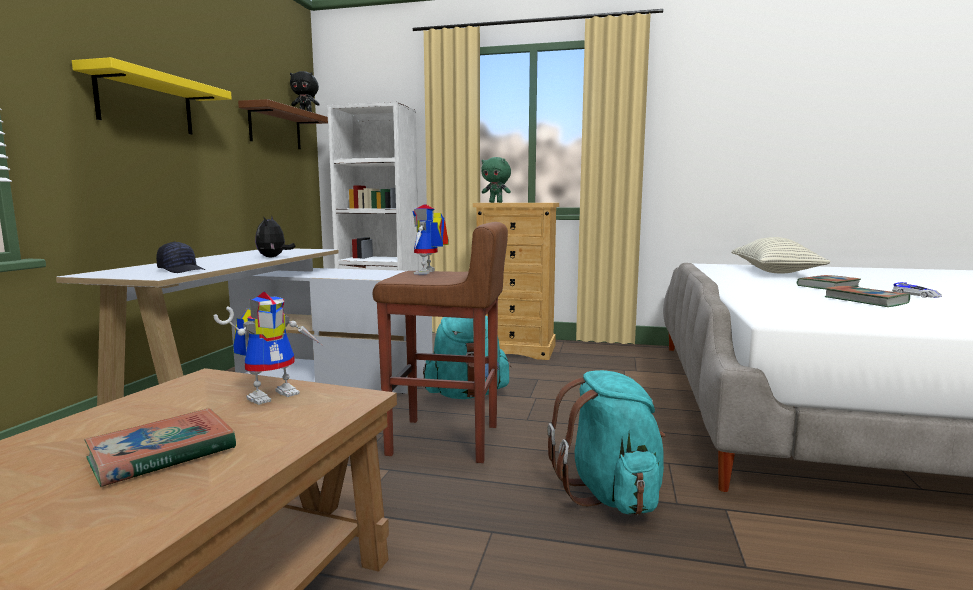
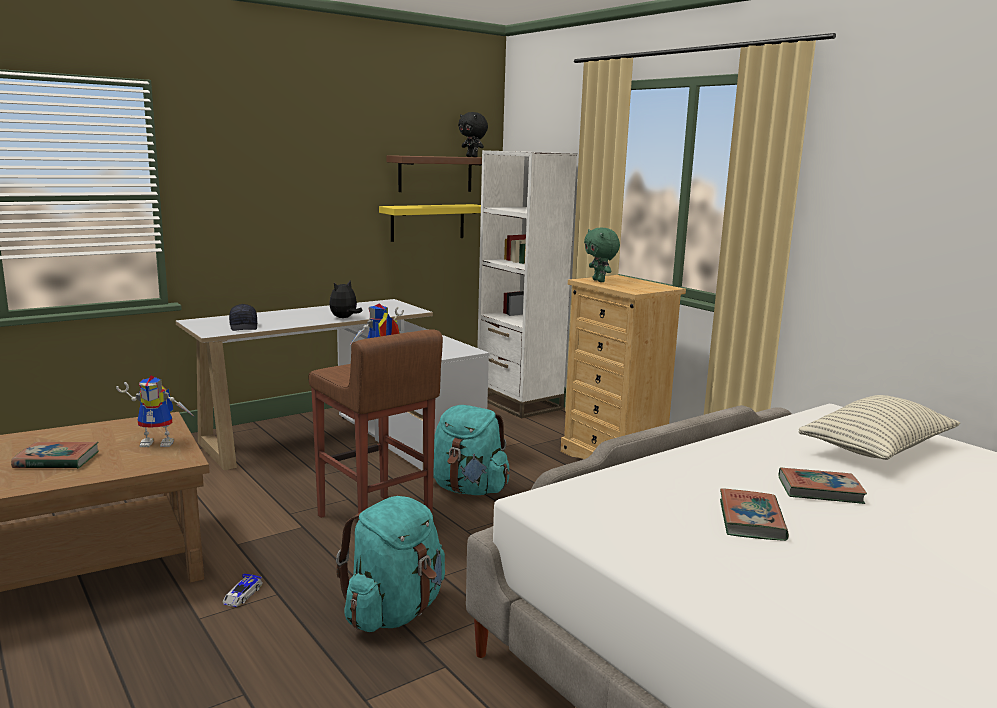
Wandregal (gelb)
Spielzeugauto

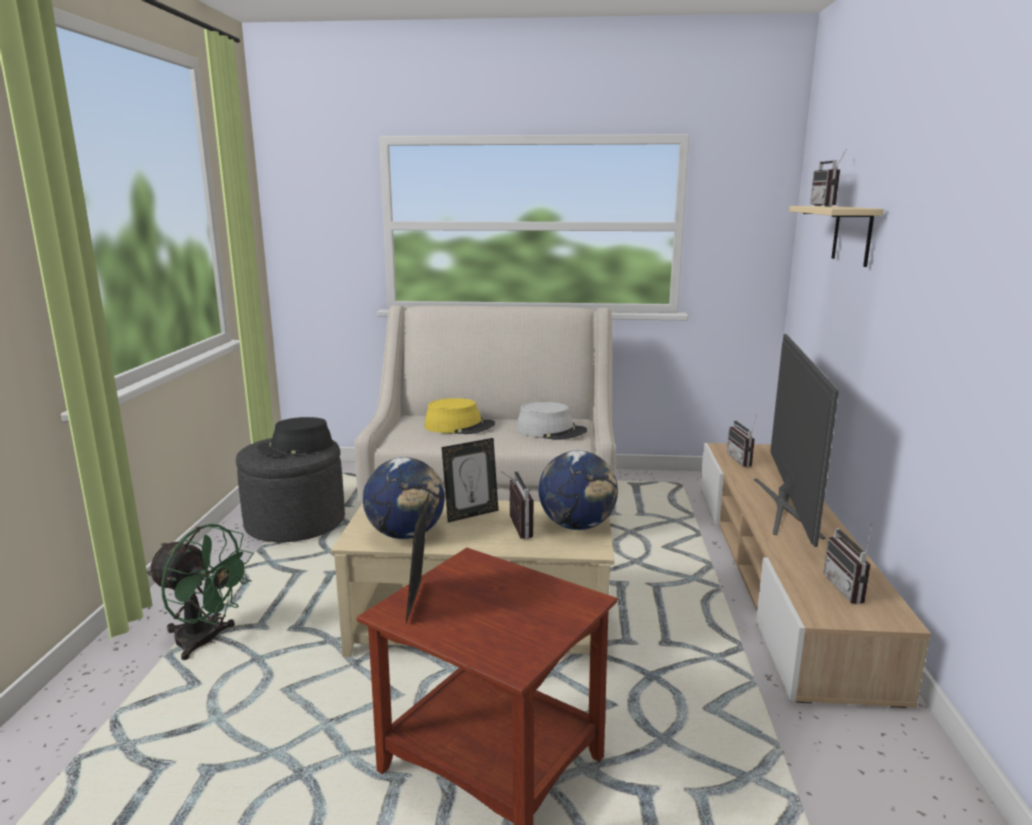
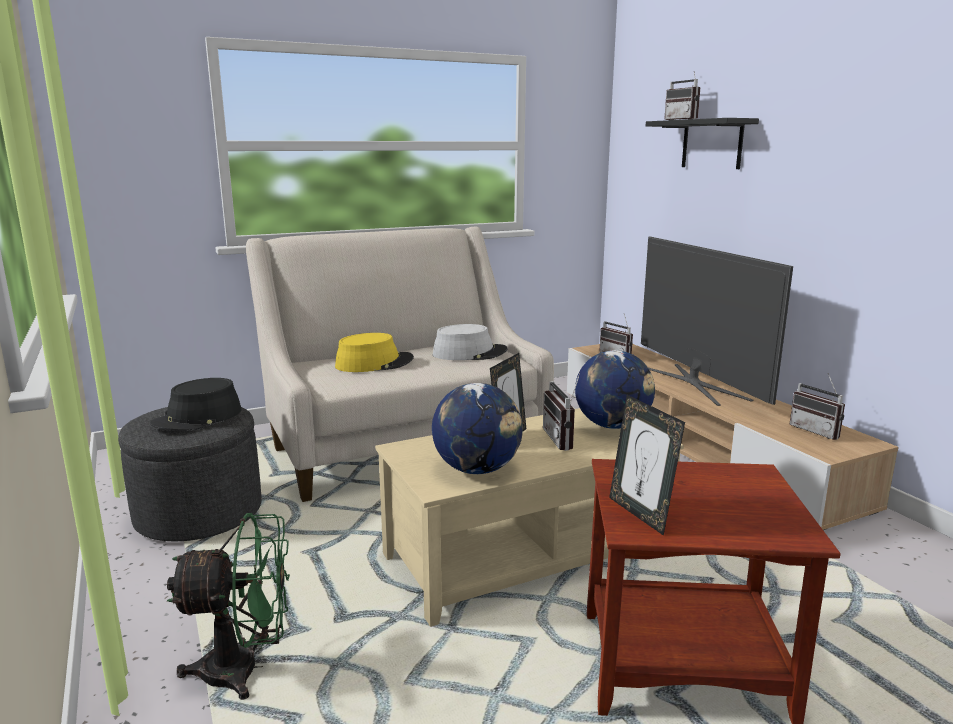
Wandregal (schwarz)
Radio (no. 1 from left)

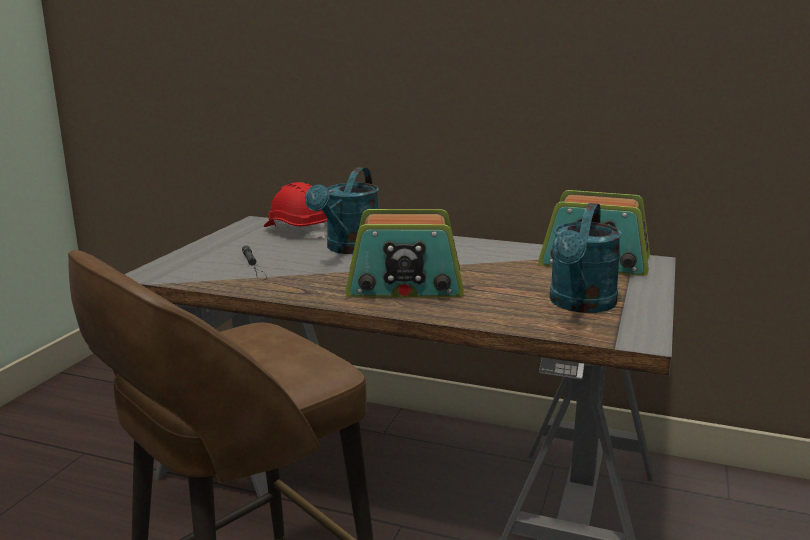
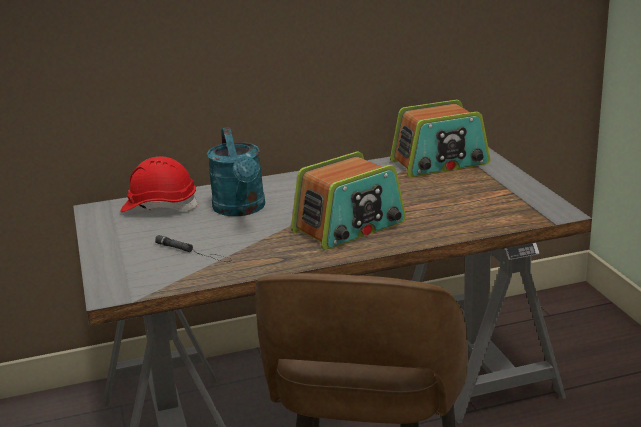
Gießkanne (türkis) (no. 2 from left in the first image)

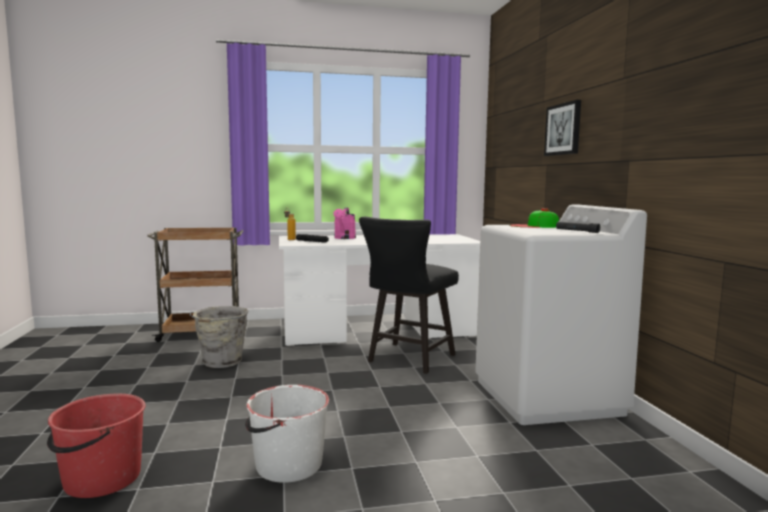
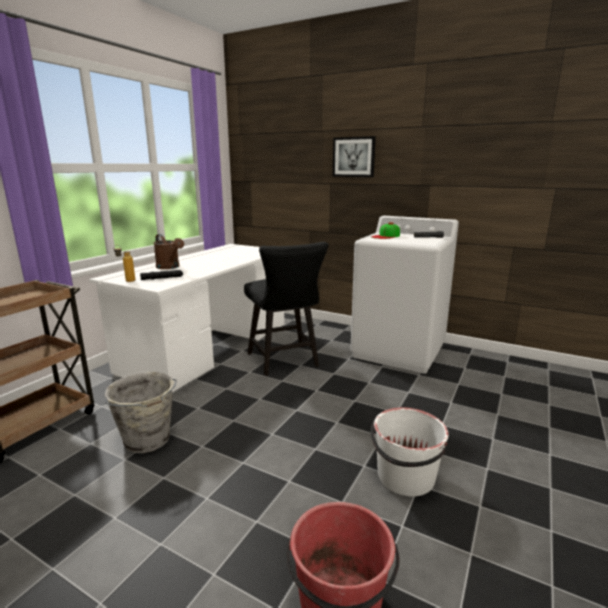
Gießkanne (braun)

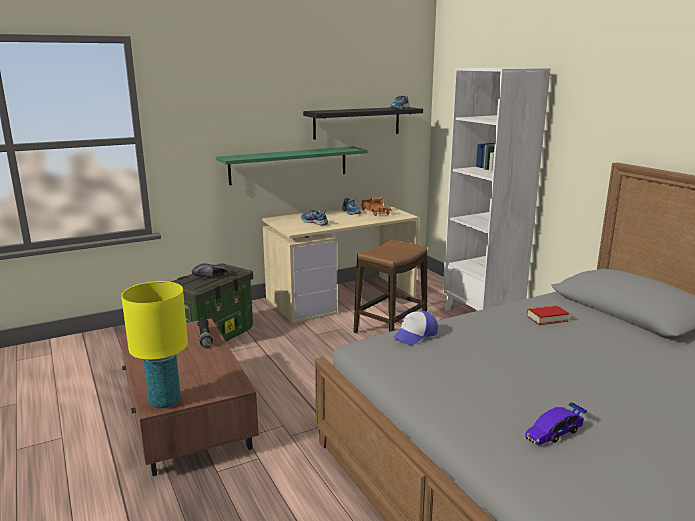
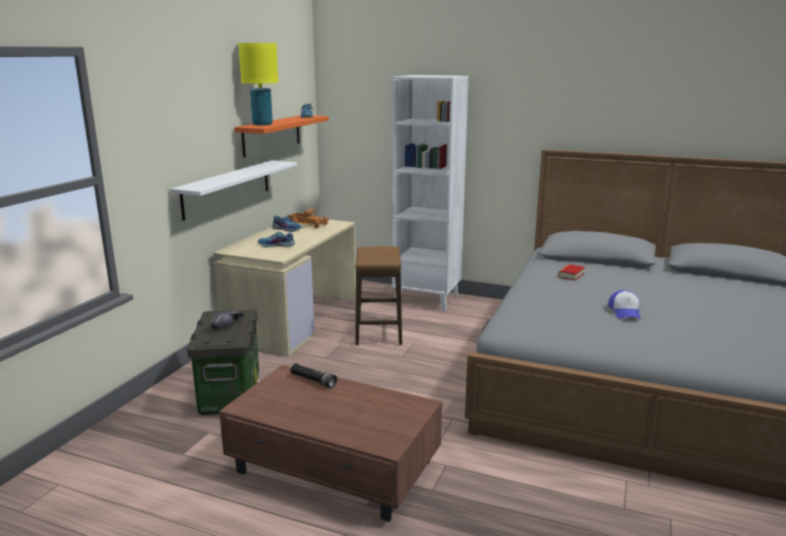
Spielzeugauto
Tischlampe (gelb)
Kappe
Wandregal (weiß)
Wandregal (orange)

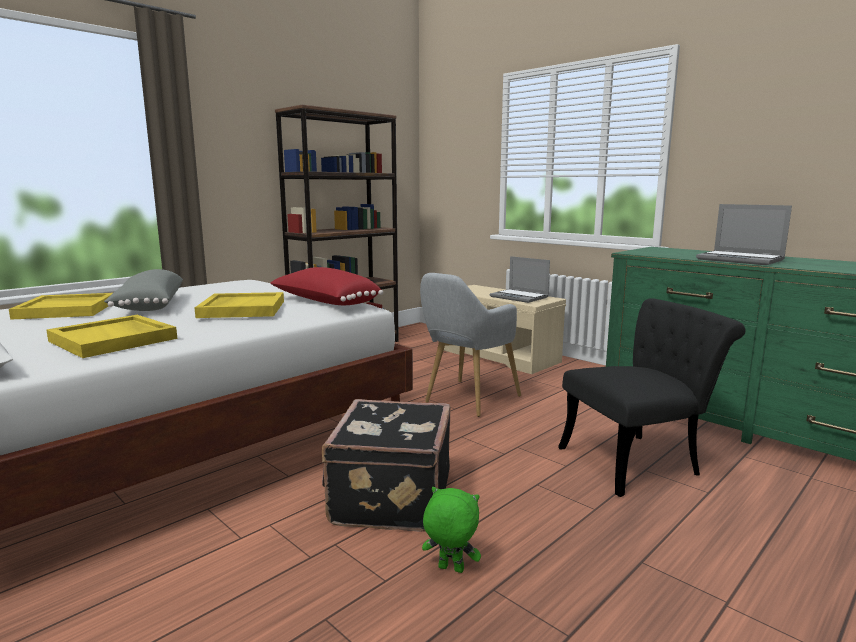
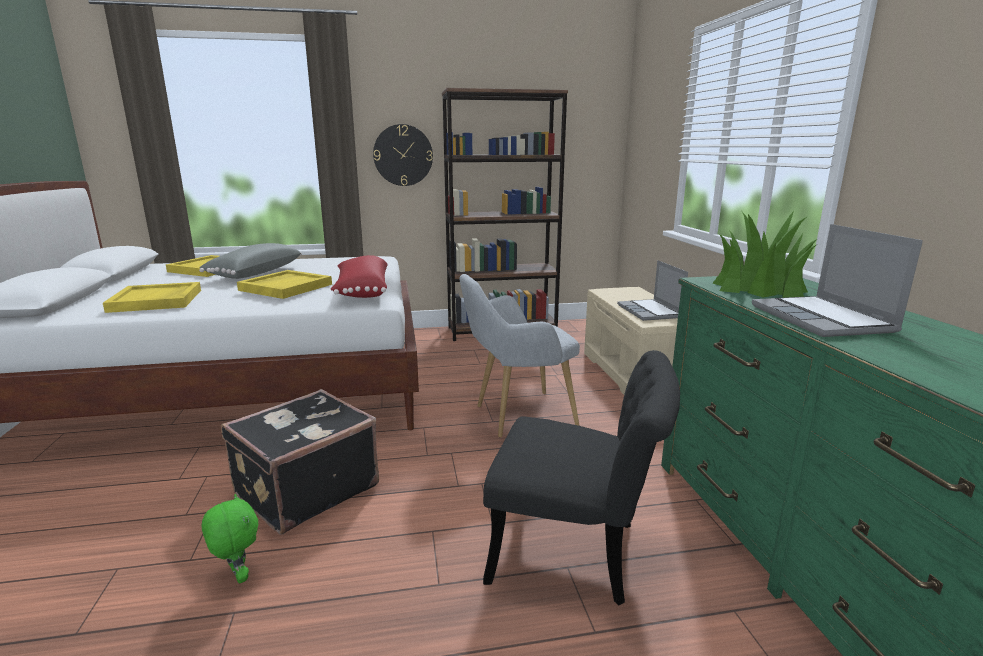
Wanduhr
Topfpflanze

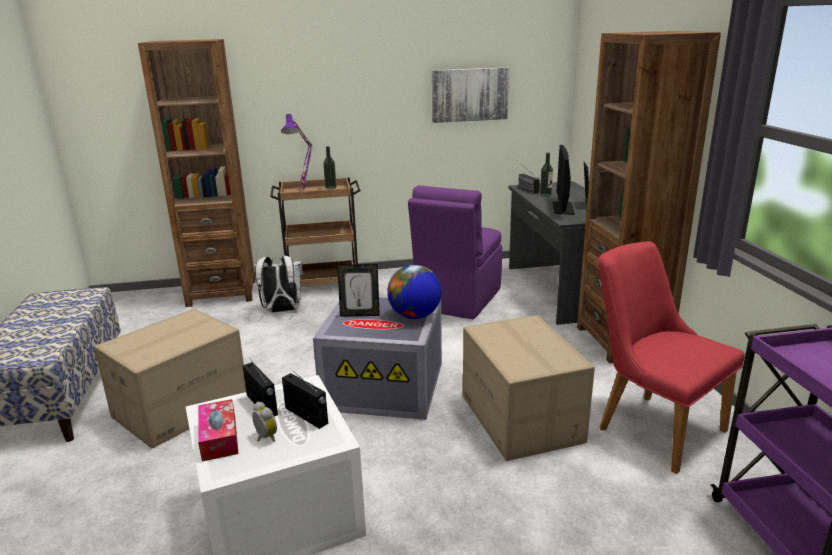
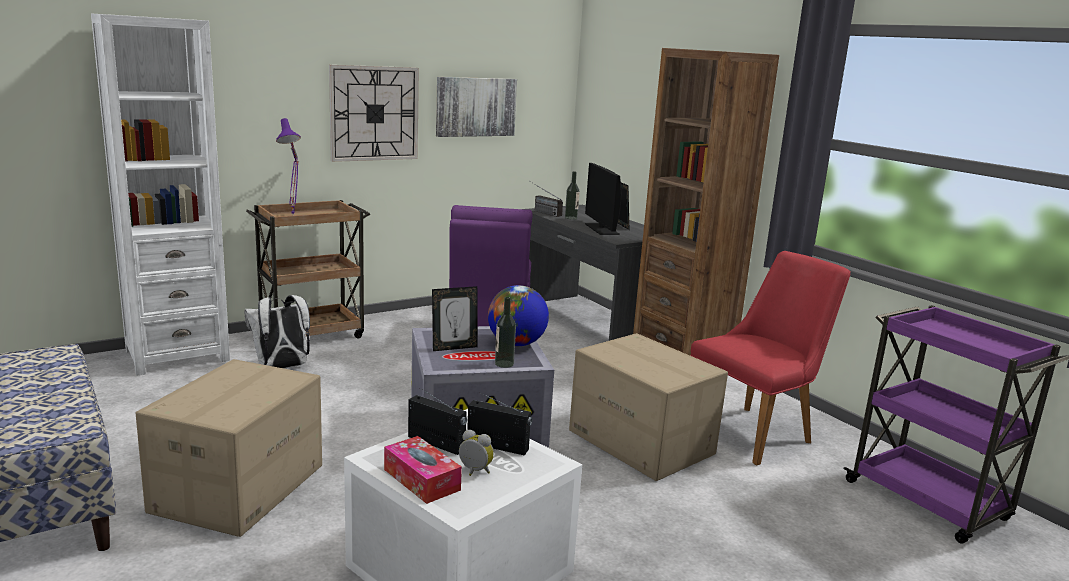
Wanduhr
Flasche (no. 1 from left)
Bücherregal (weiß)
Stuhl (rot)

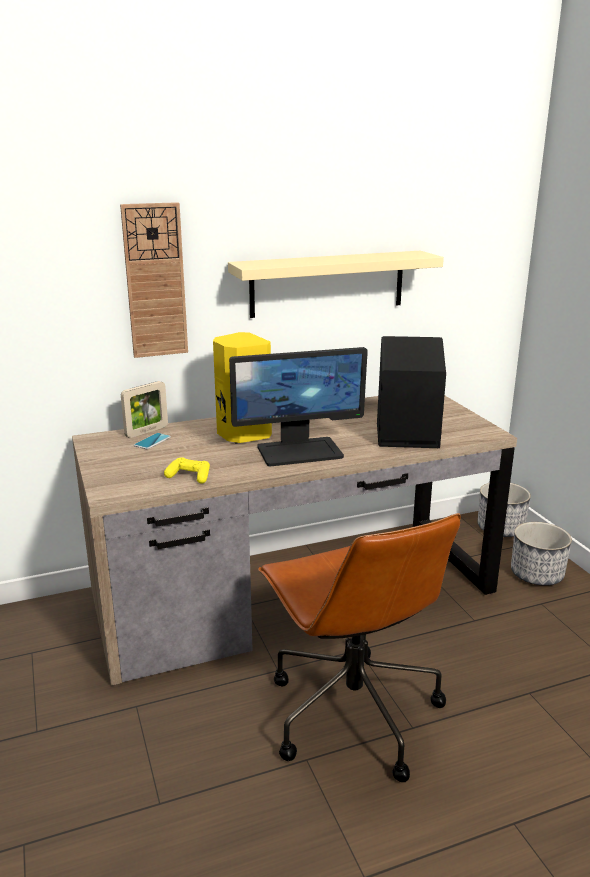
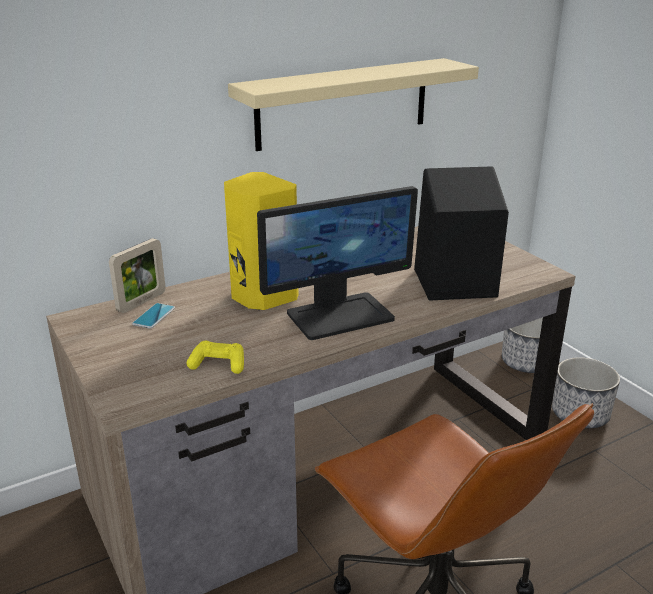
Wanduhr

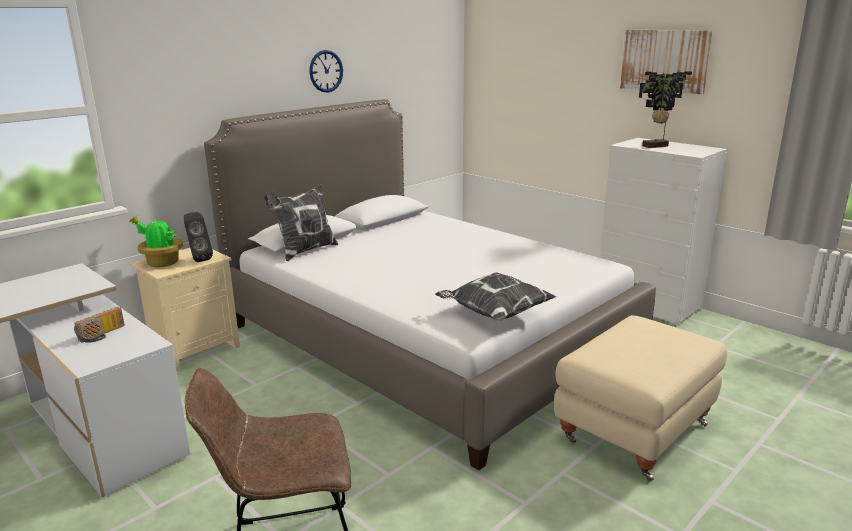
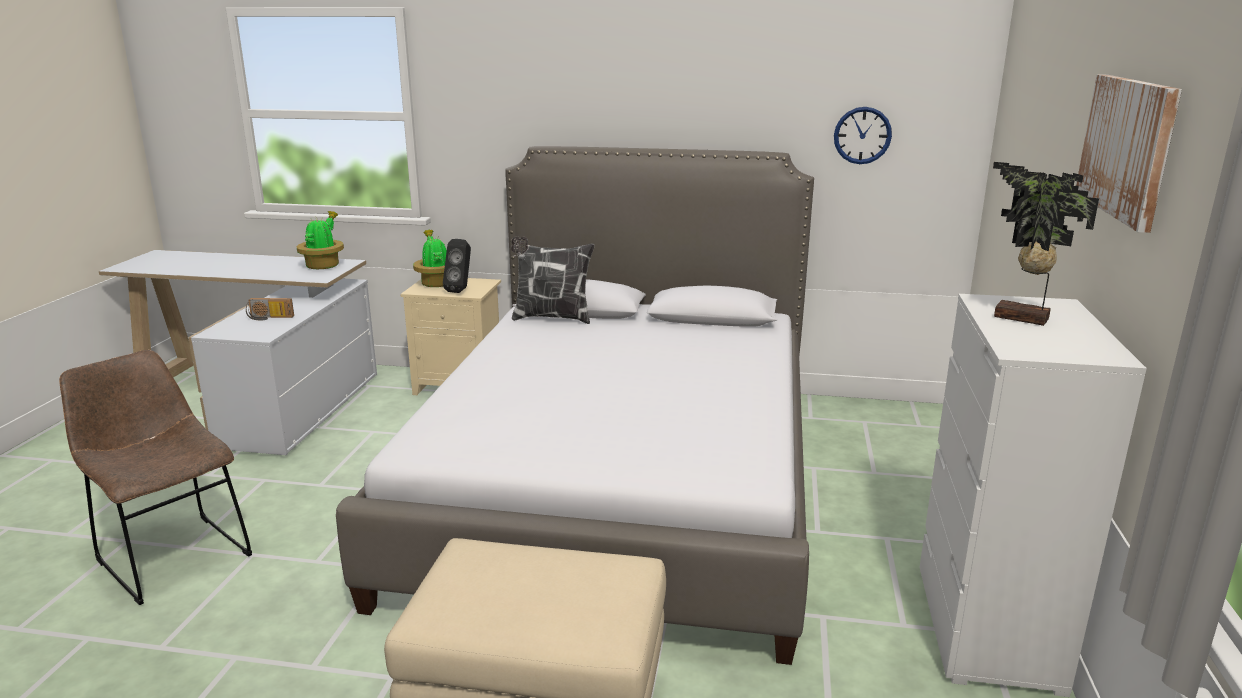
Kissen (no. 2 from left in the first image)
Topfpflanze (no. 1 from left)
Wanduhr

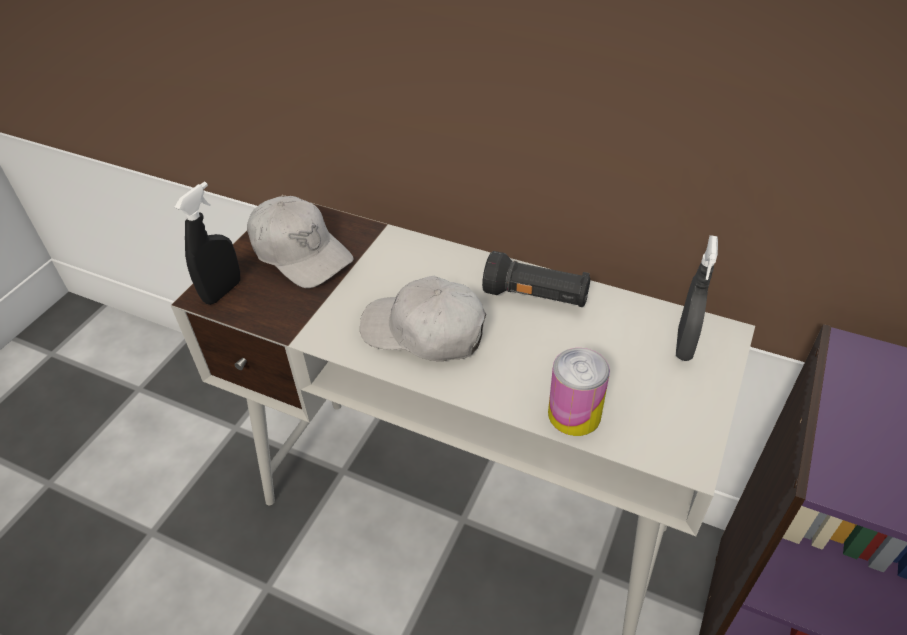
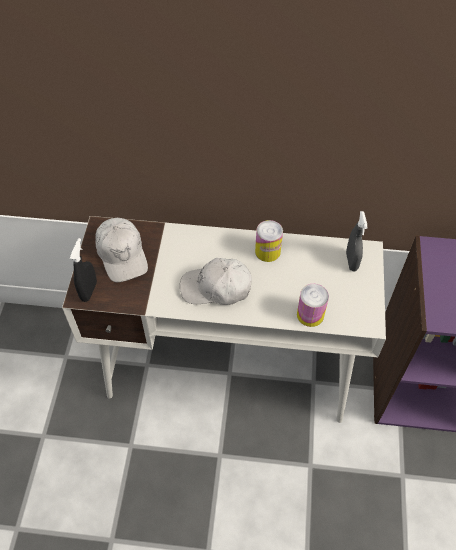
Dose (no. 1 from left)
Kappe (weiß) (no. 1 from left)

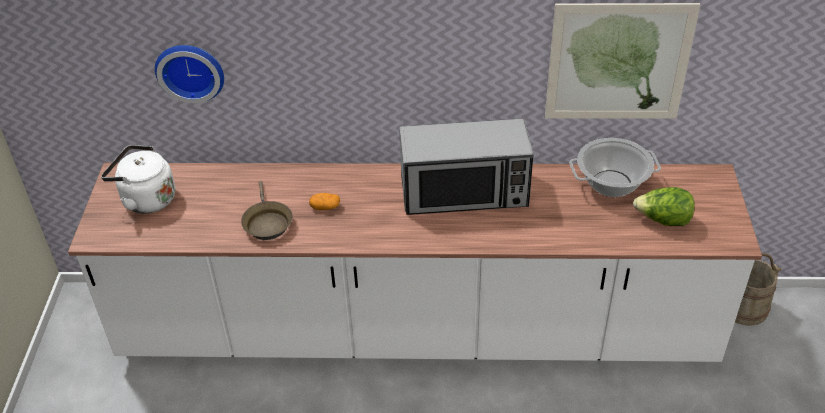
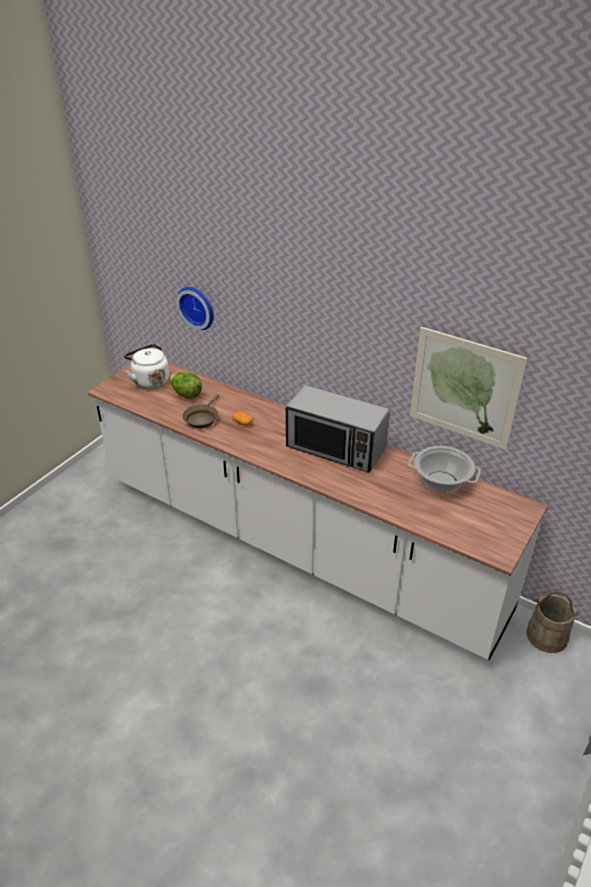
Salatkopf

